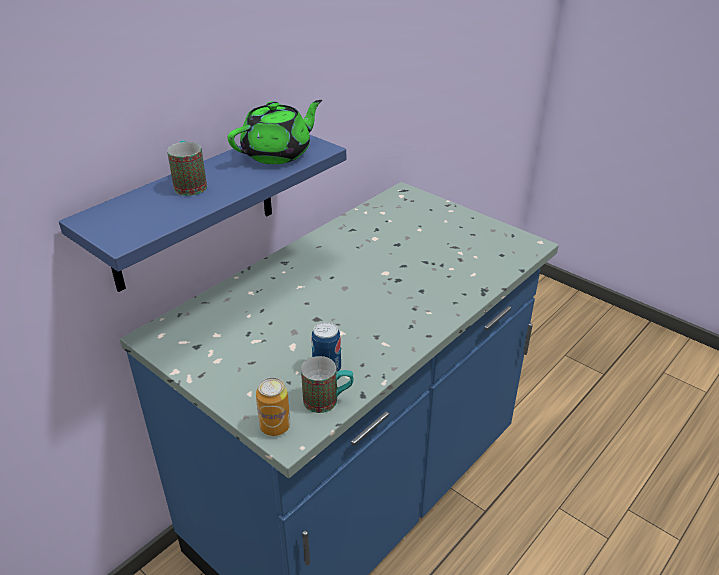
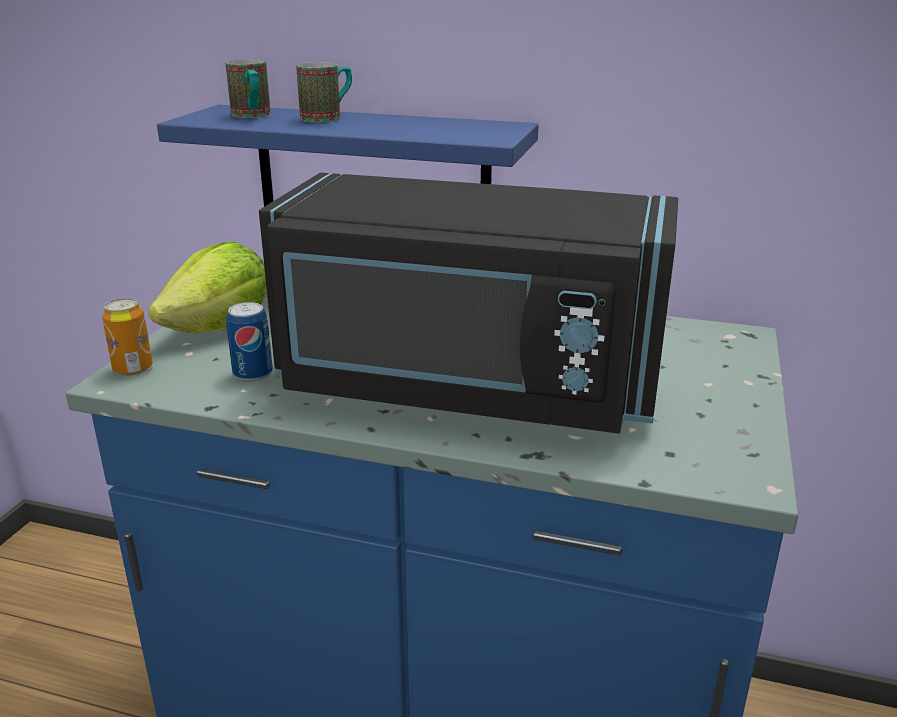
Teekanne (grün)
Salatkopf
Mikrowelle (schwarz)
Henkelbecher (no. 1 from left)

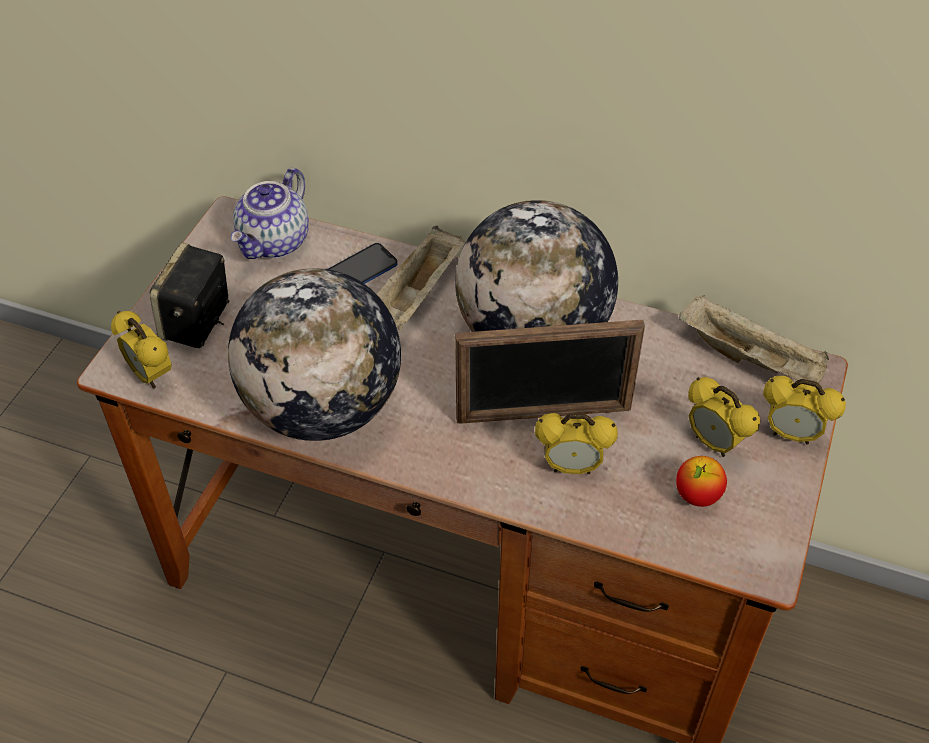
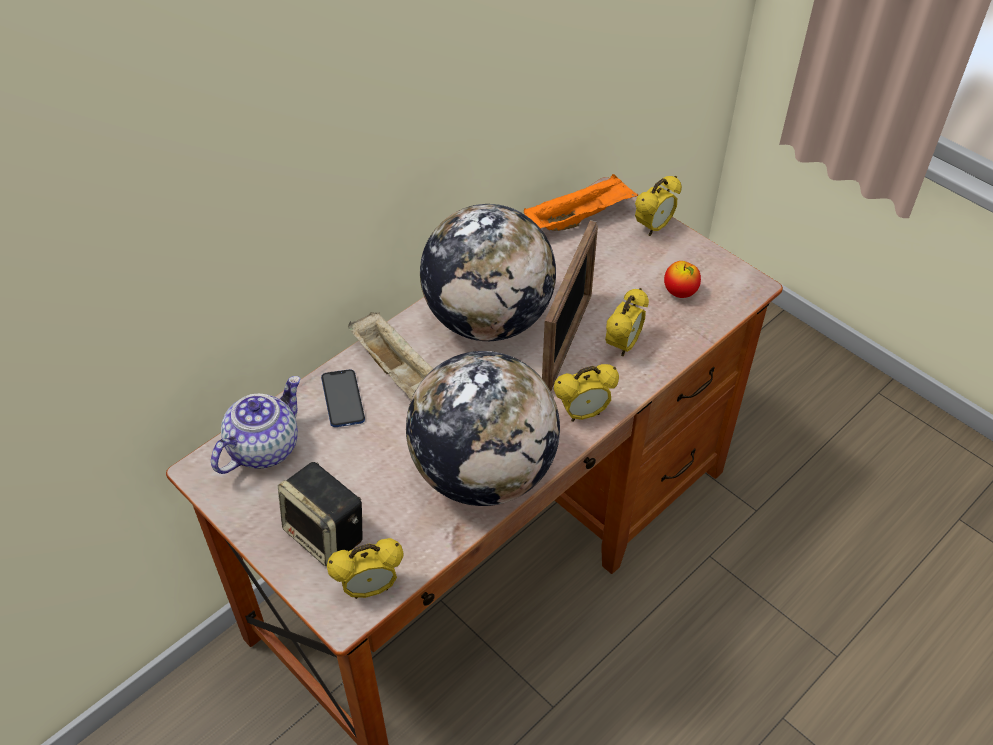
Wecker (no. 2 from left)
Tablett (orange)
Teekanne

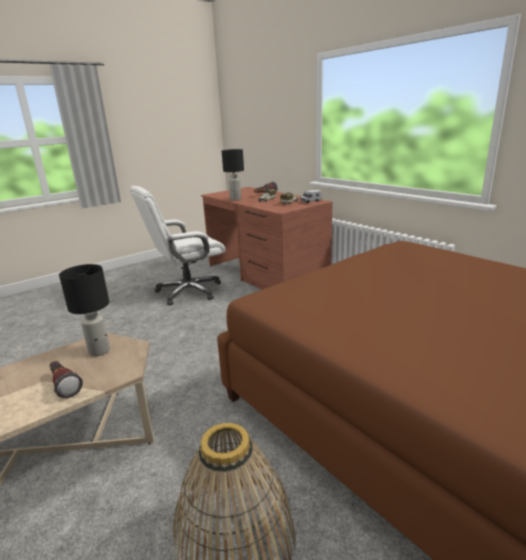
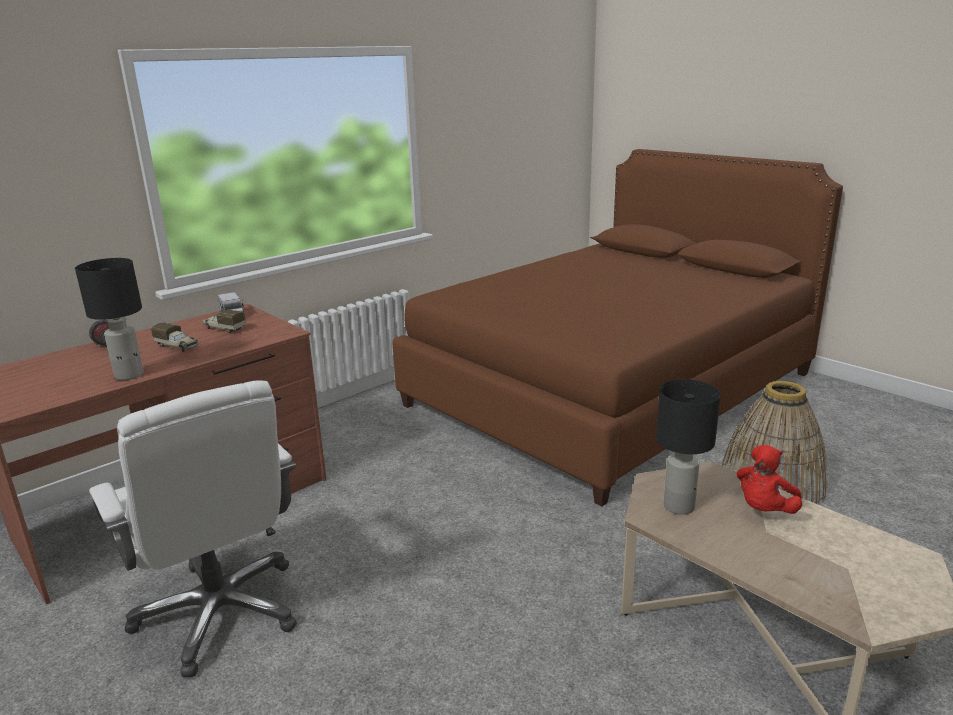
Plüschtier (rot)

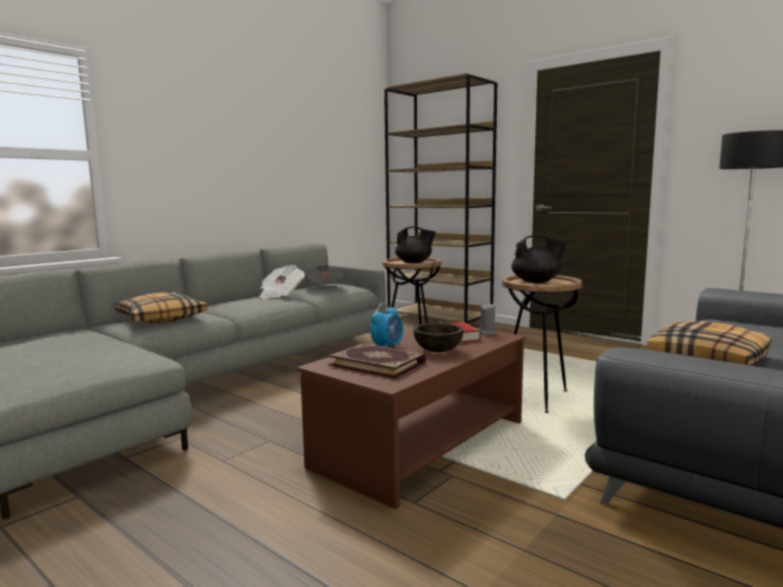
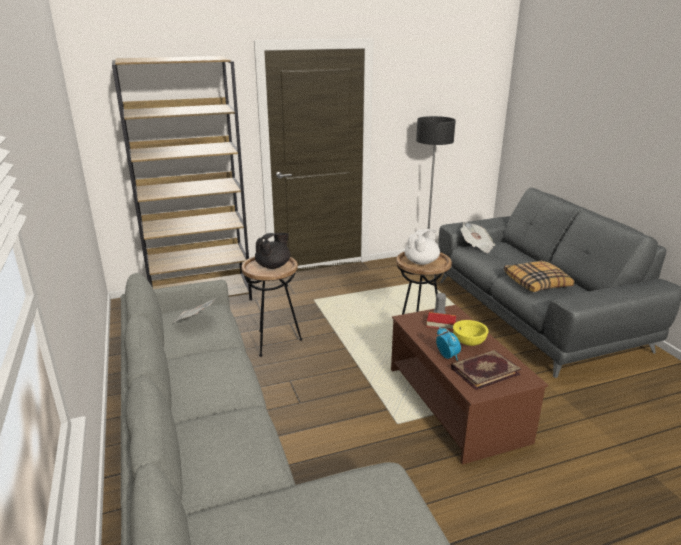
Kissen (no. 1 from left in the first image)
Zeitung (no. 2 from left)
Schüssel (gelb)
Teekanne (weiß)

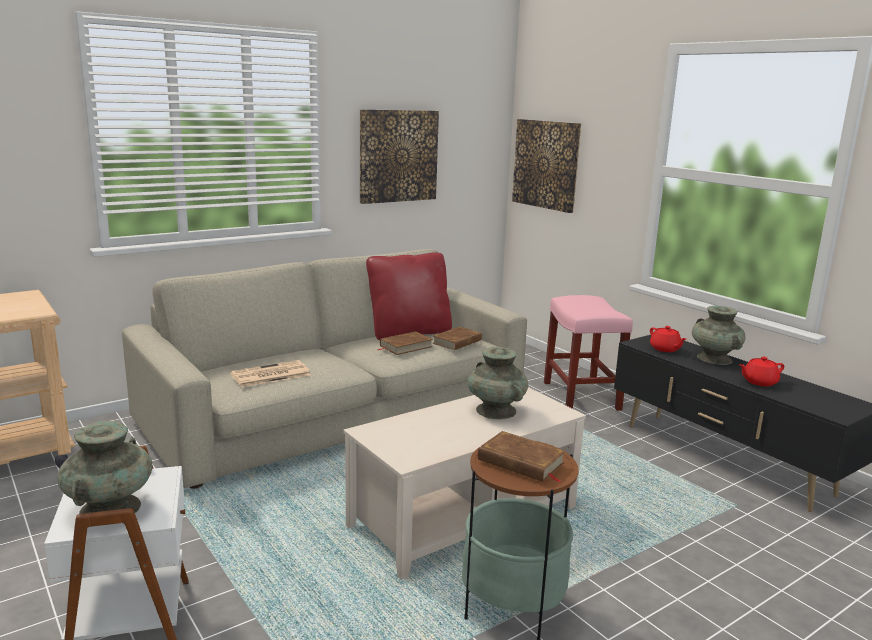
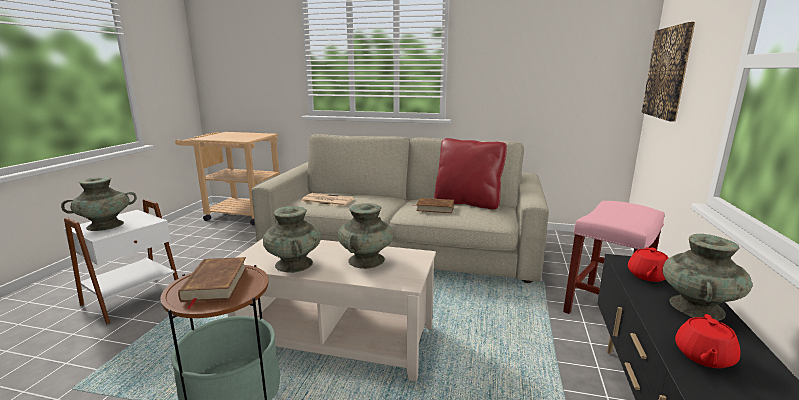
Bild (no. 1 from left in the first image)
Buch (braun) (no. 2 from left in the first image)
Vase (türkis) (no. 2 from left)
Teekanne (rot) (no. 2 from left)

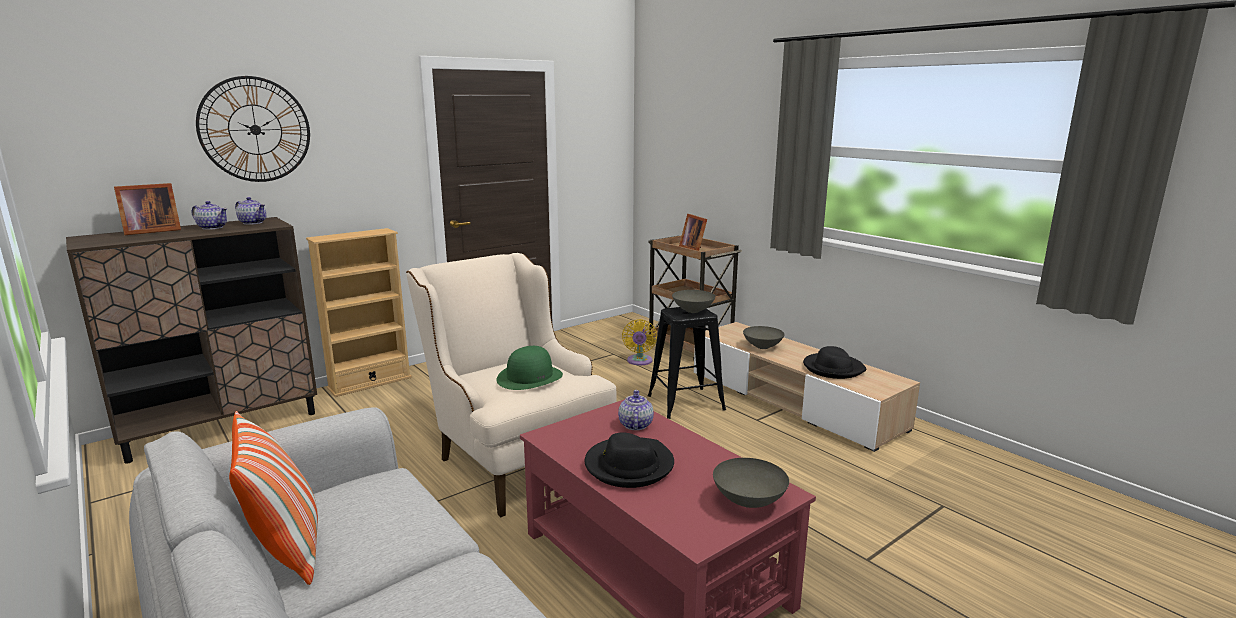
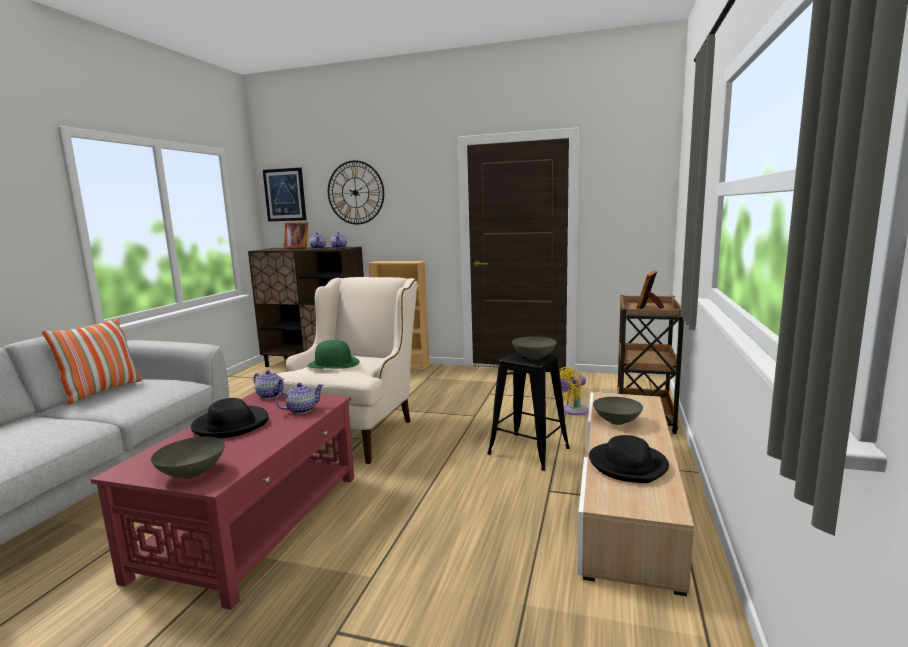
Teekanne (no. 1 from left)
Bild

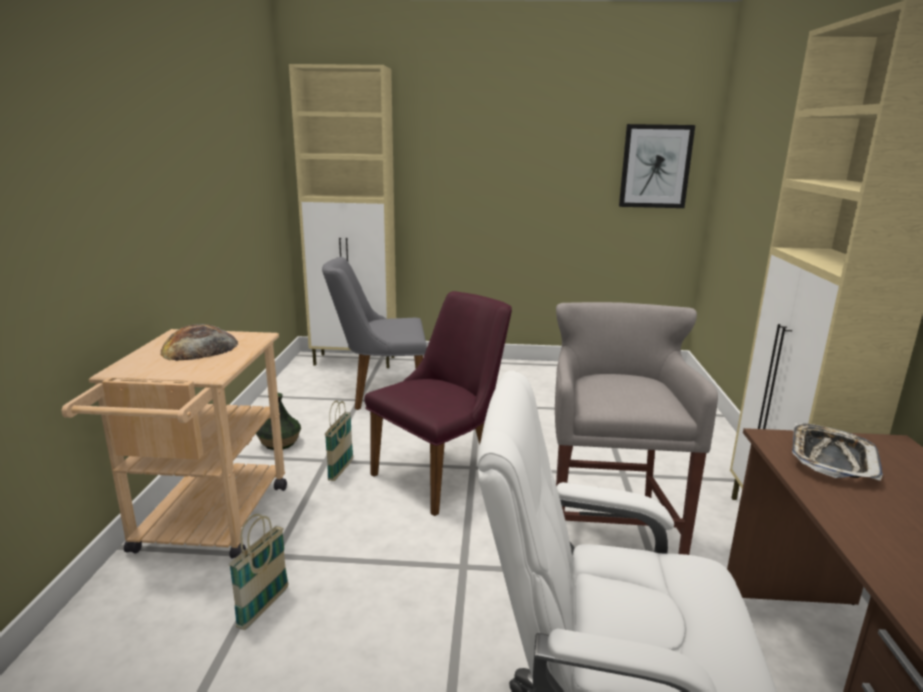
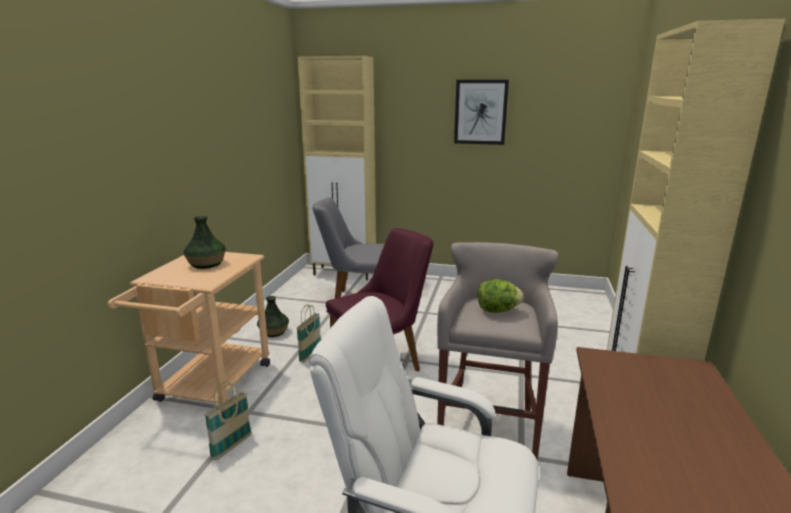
Tablett
Salatkopf
Bild
Vase (no. 1 from left)

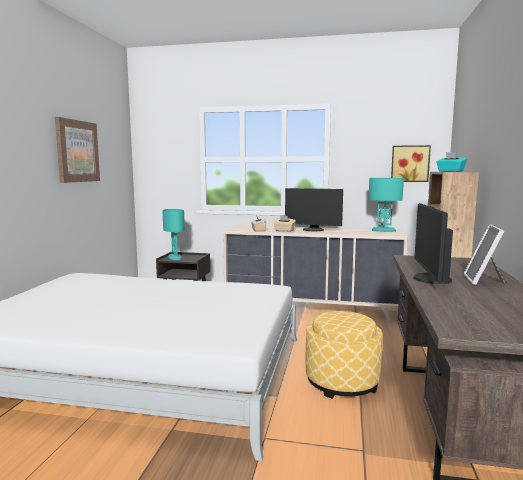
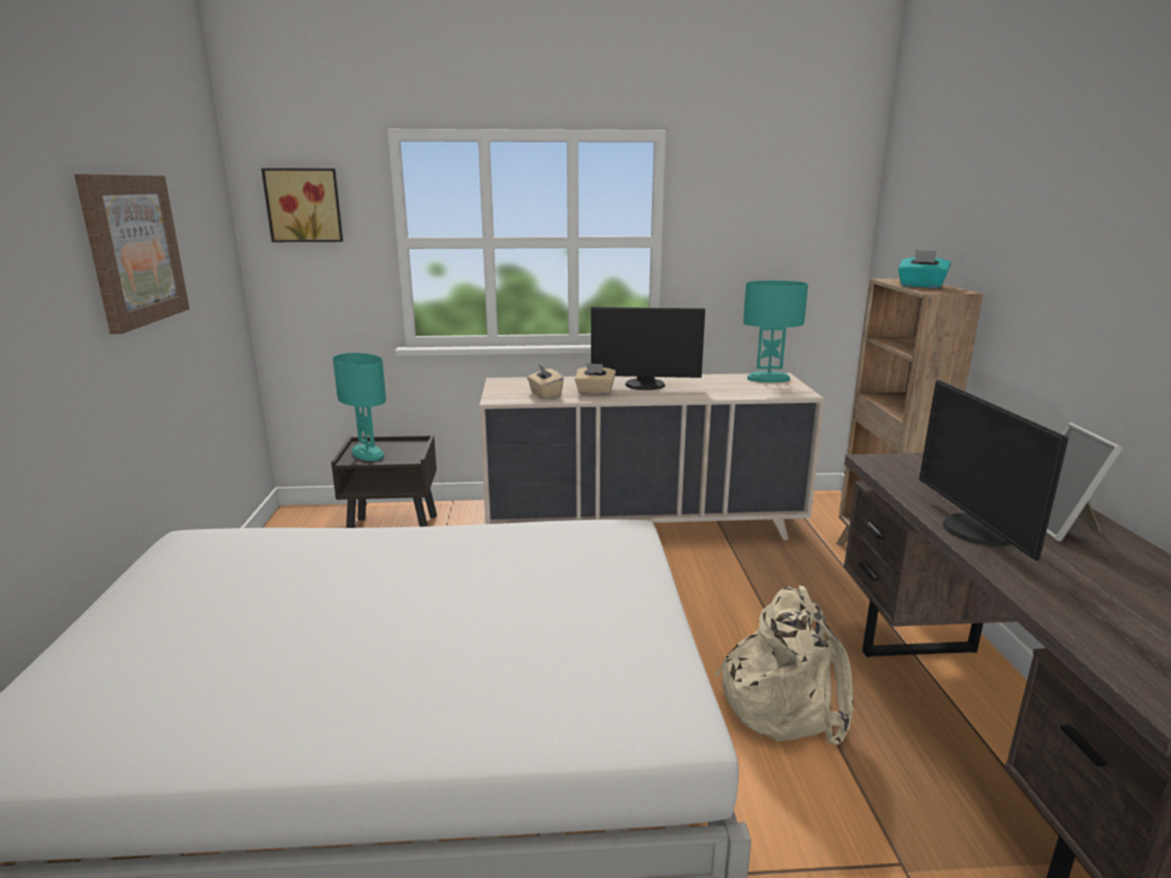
Bild (no. 2 from left)
Rucksack (beige)

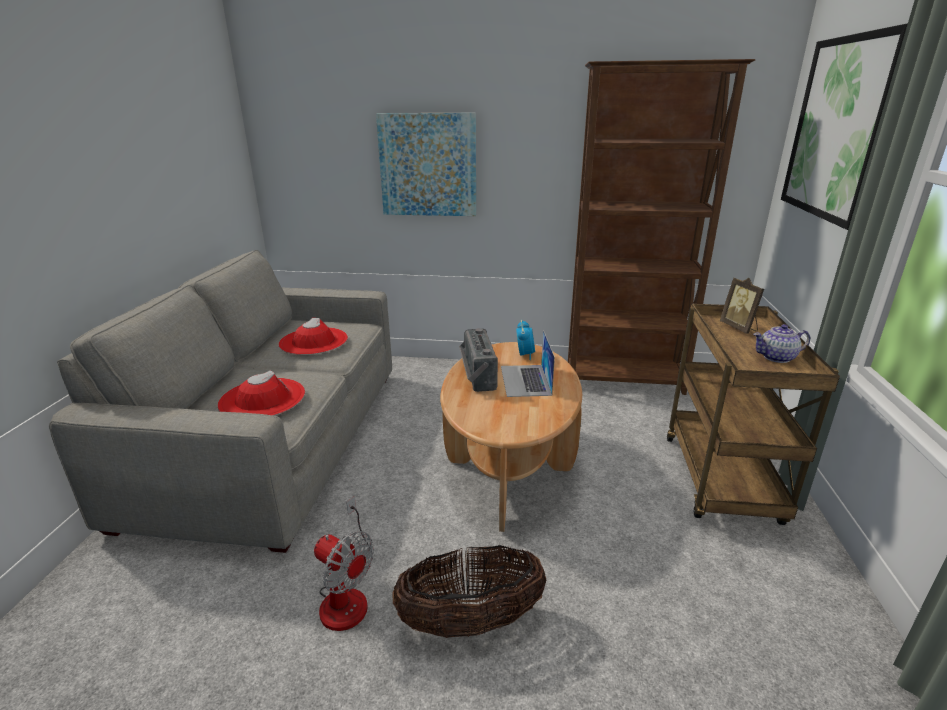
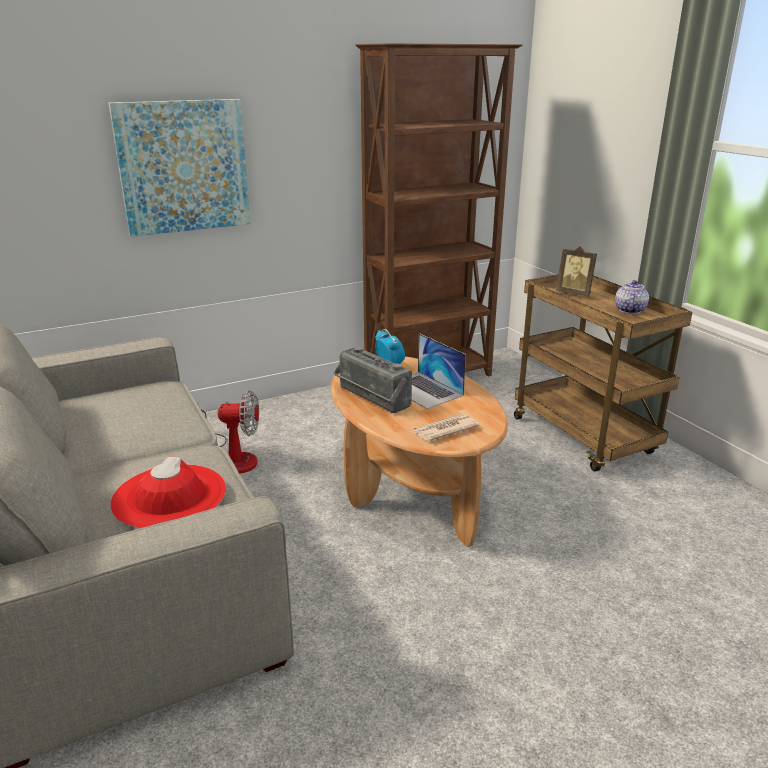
Hut (rot) (no. 2 from left in the first image)
Korb
Bild (no. 2 from left in the first image)
Zeitung
Ventilator
Teekanne

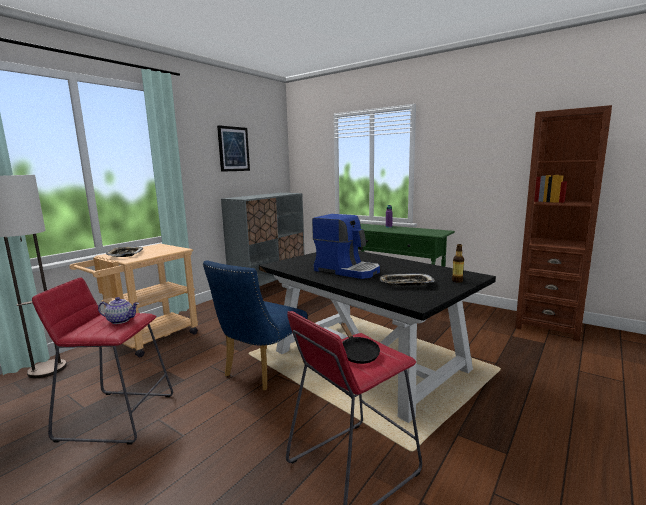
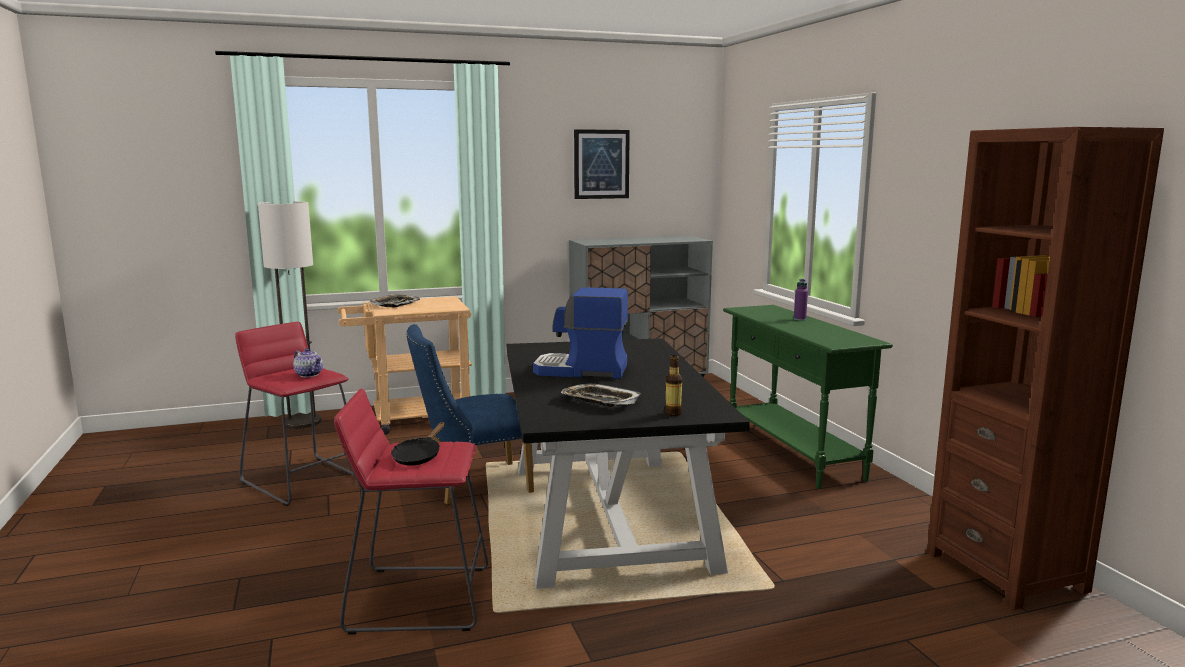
Kaffeemaschine

